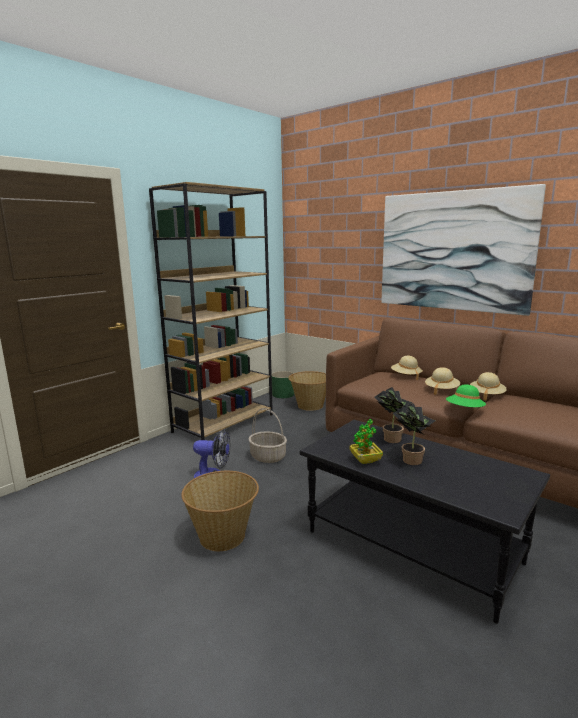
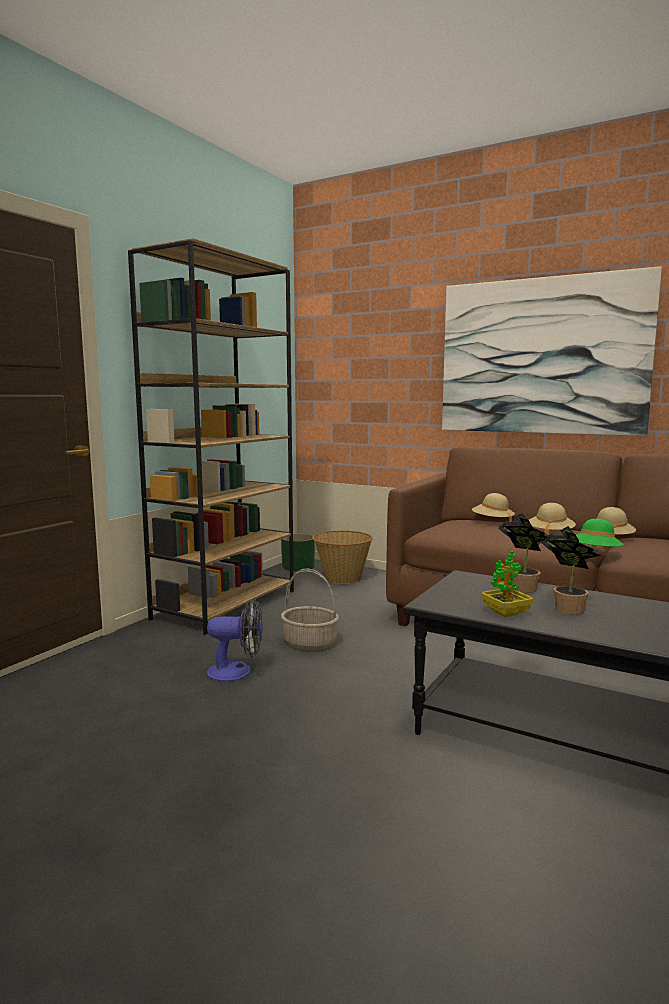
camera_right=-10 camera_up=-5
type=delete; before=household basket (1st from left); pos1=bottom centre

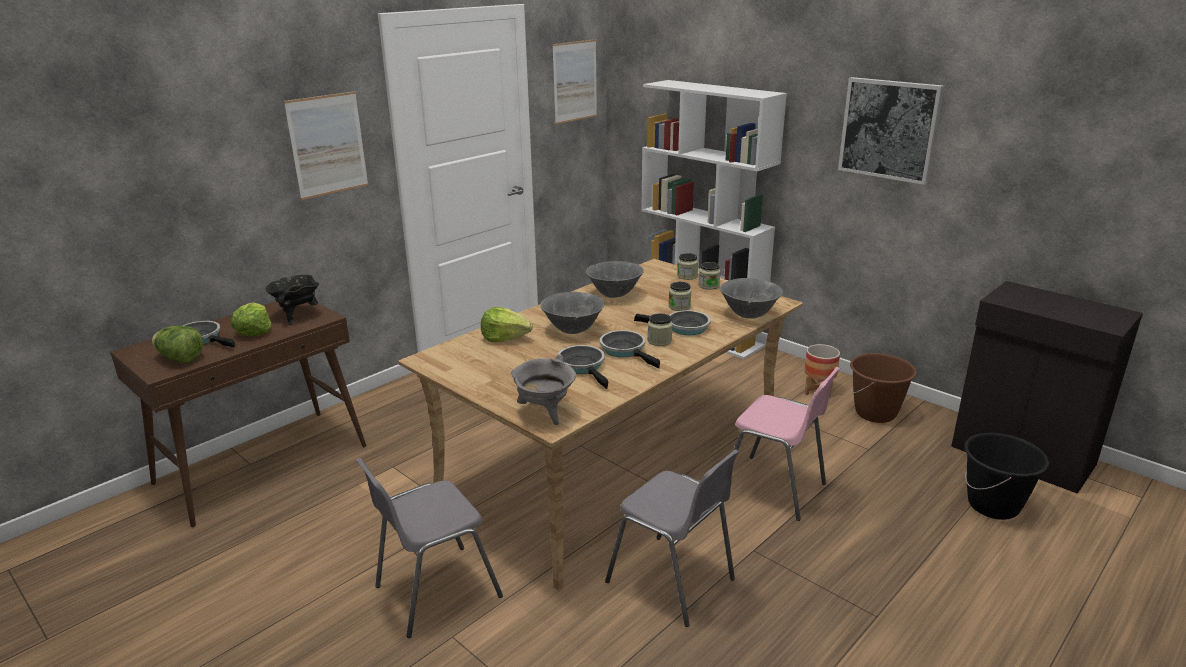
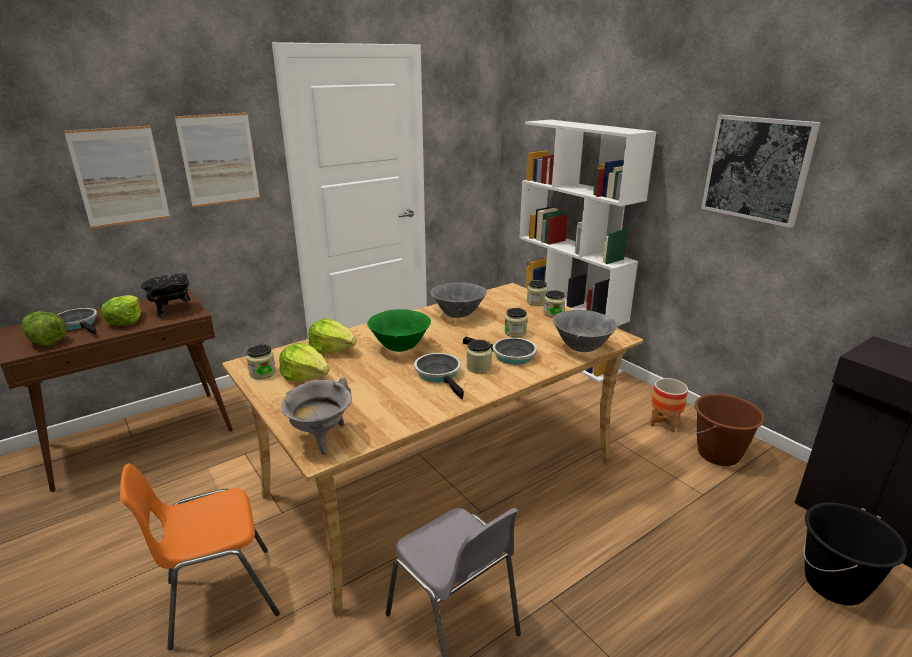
camera_right=10 camera_up=0
type=recolor; before=plain chair in greyish (1st from left); after=plain chair in orangey; pos1=bottom centre; pos2=bottom left
type=recolor; before=deep dish in greyish (1st from left); after=deep dish in green-coloured; pos1=centre; pos2=centre
type=move; before=picture (2nd from left in the first image); after=picture (1st from left); pos1=top centre; pos2=top left
type=delete; before=pan (2nd from left); pos1=centre
type=delete; before=plain chair in pink-coloured; pos1=centre
type=insert; after=preserve jar (1st from left); pos2=middle left
type=insert; after=lettuce head (3rd from left); pos2=centre

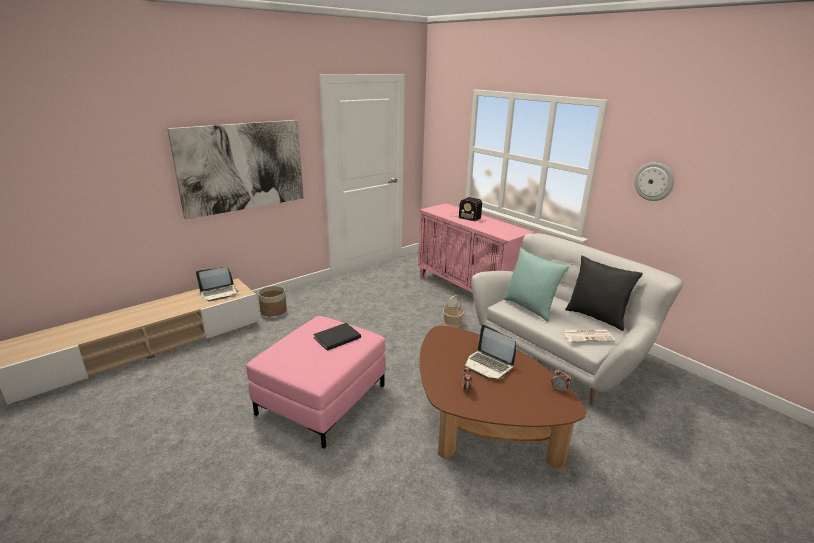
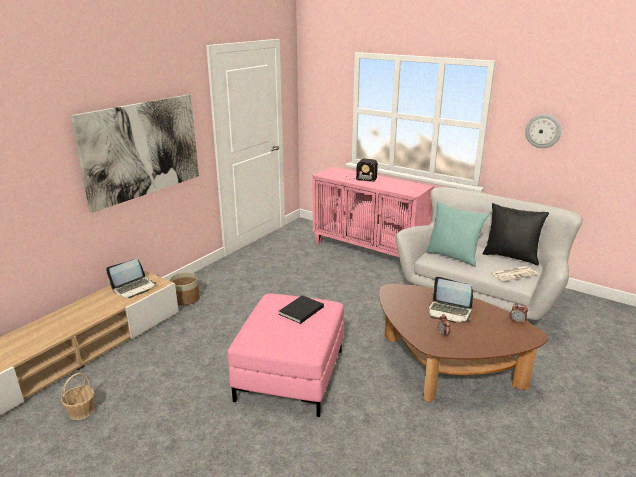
camera_right=-15 camera_up=0
type=move; before=household basket; pos1=centre; pos2=bottom left

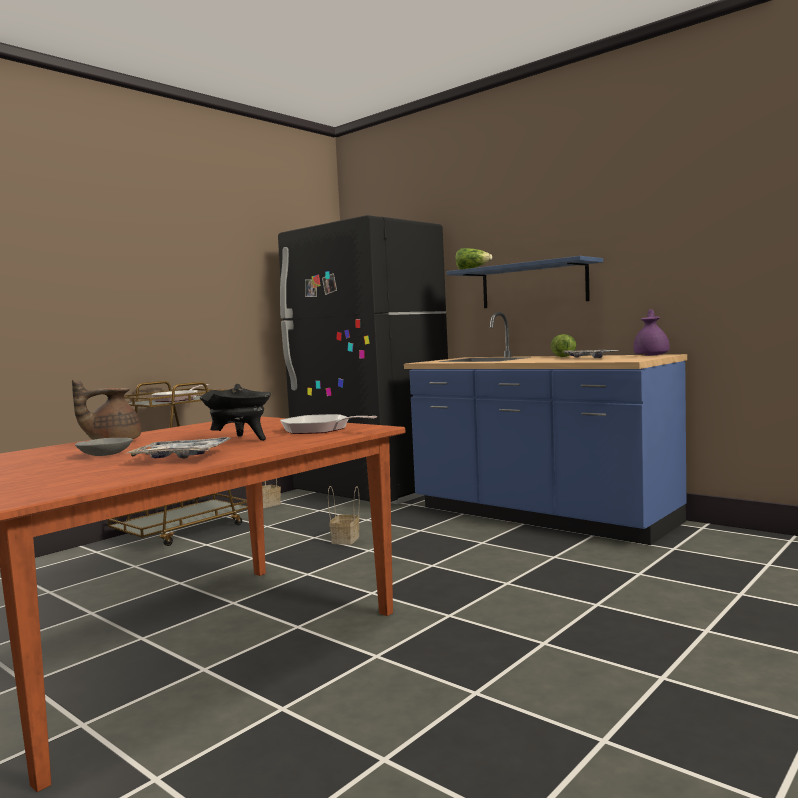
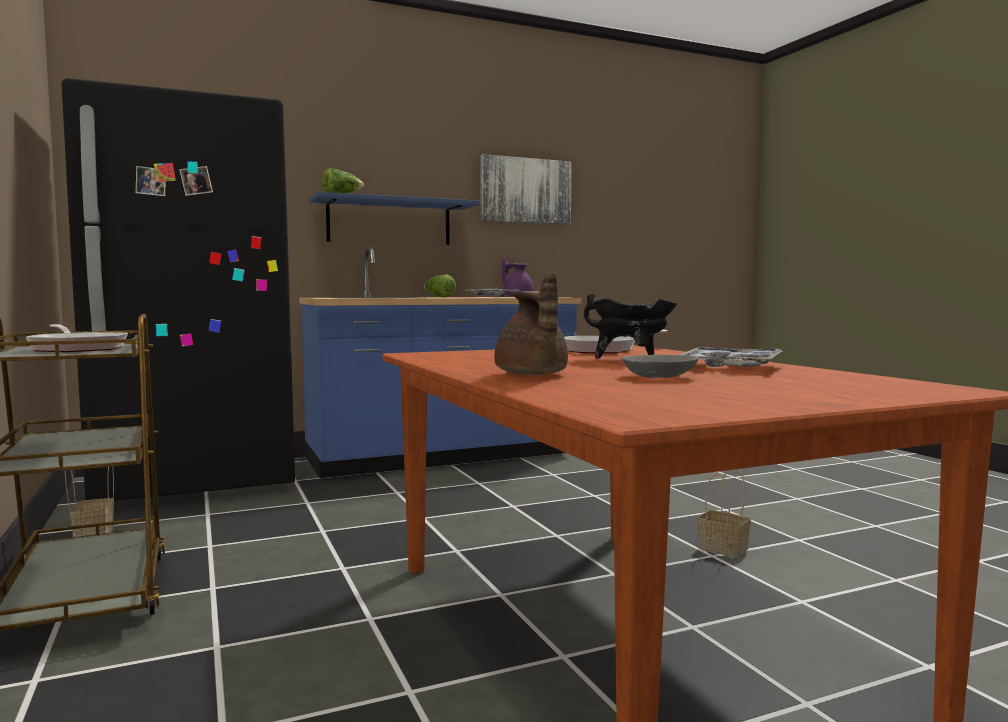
camera_right=-65 camera_up=0
type=move; before=household basket (2nd from left); pos1=centre; pos2=bottom right
type=insert; after=picture; pos2=top centre

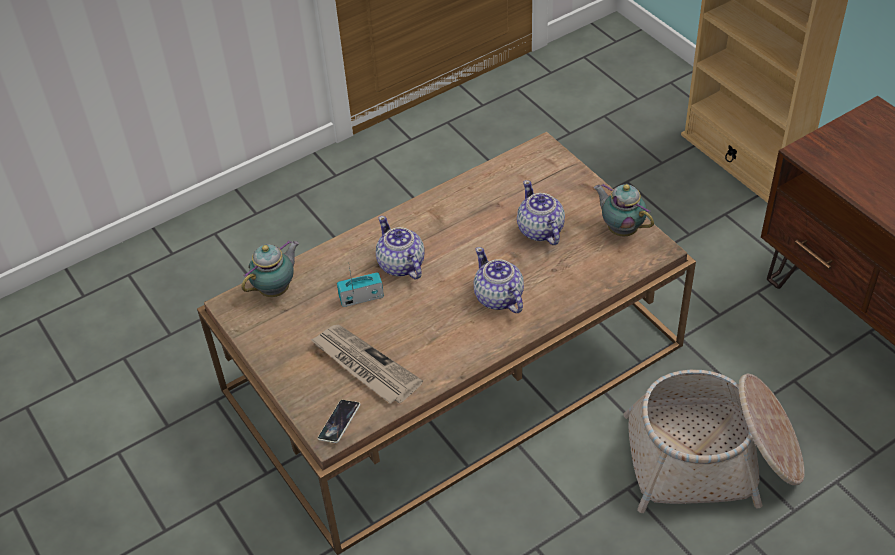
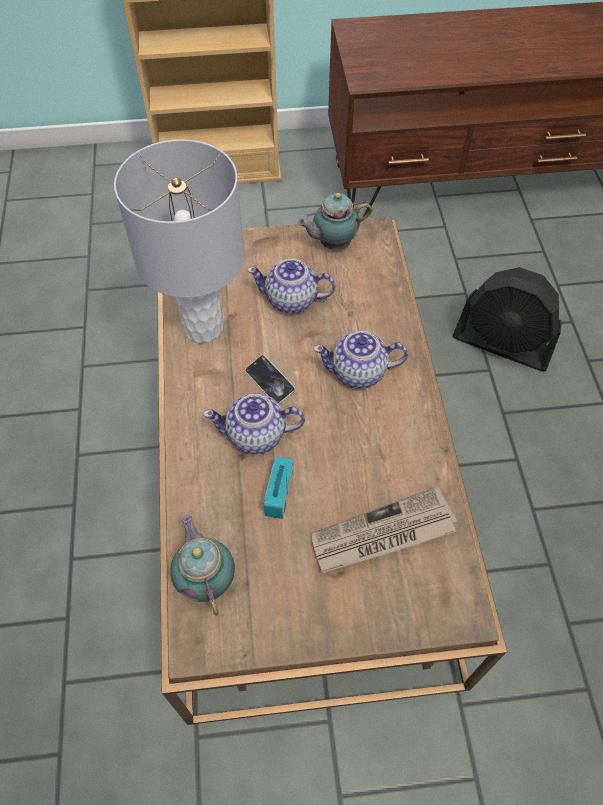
camera_right=-65 camera_up=10
type=move; before=telephone; pos1=bottom centre; pos2=centre
type=replace; before=household basket; after=cooling fan in black; pos1=bottom right; pos2=middle right
type=insert; after=table lamp in greyish; pos2=top left

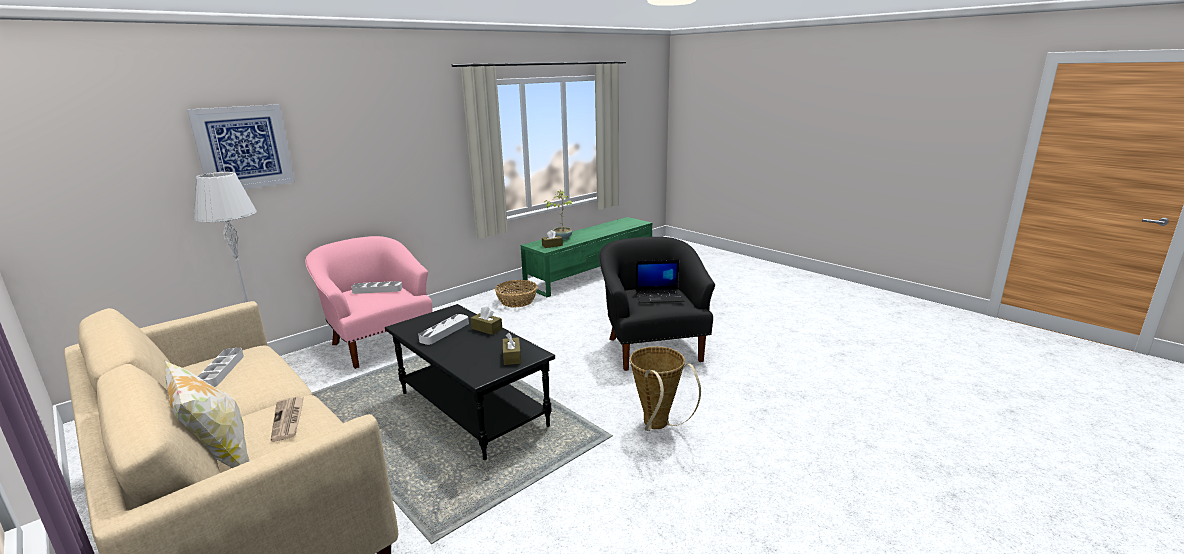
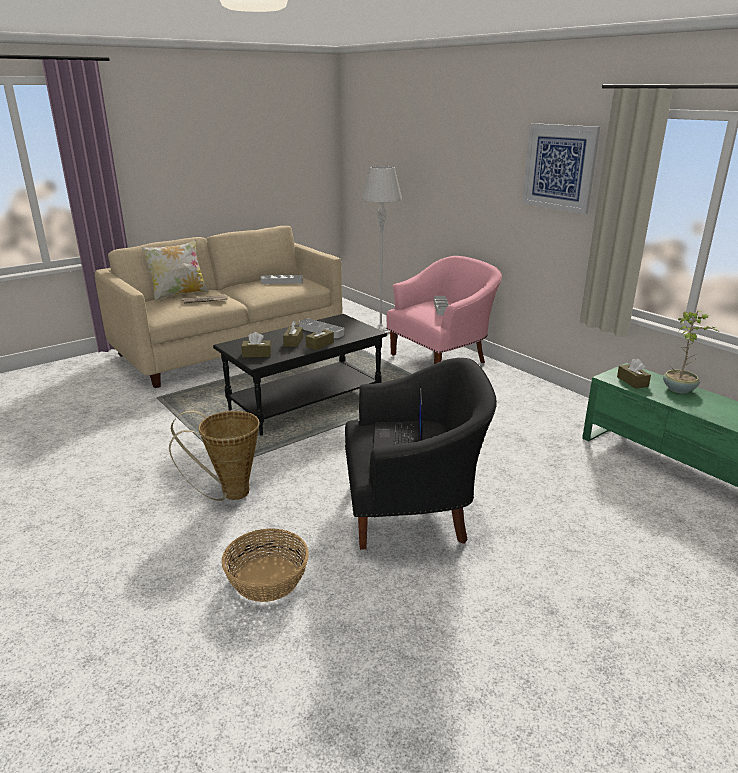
camera_right=95 camera_up=5
type=move; before=picture; pos1=top left; pos2=top right
type=move; before=household basket (1st from left in the first image); after=household basket (2nd from left); pos1=centre; pos2=bottom centre
type=insert; after=tissue box in brownish (2nd from left); pos2=centre

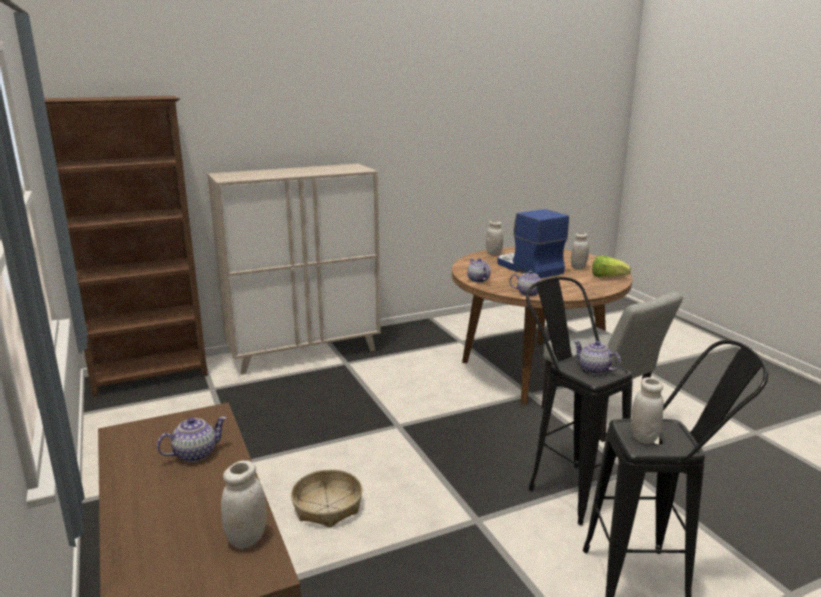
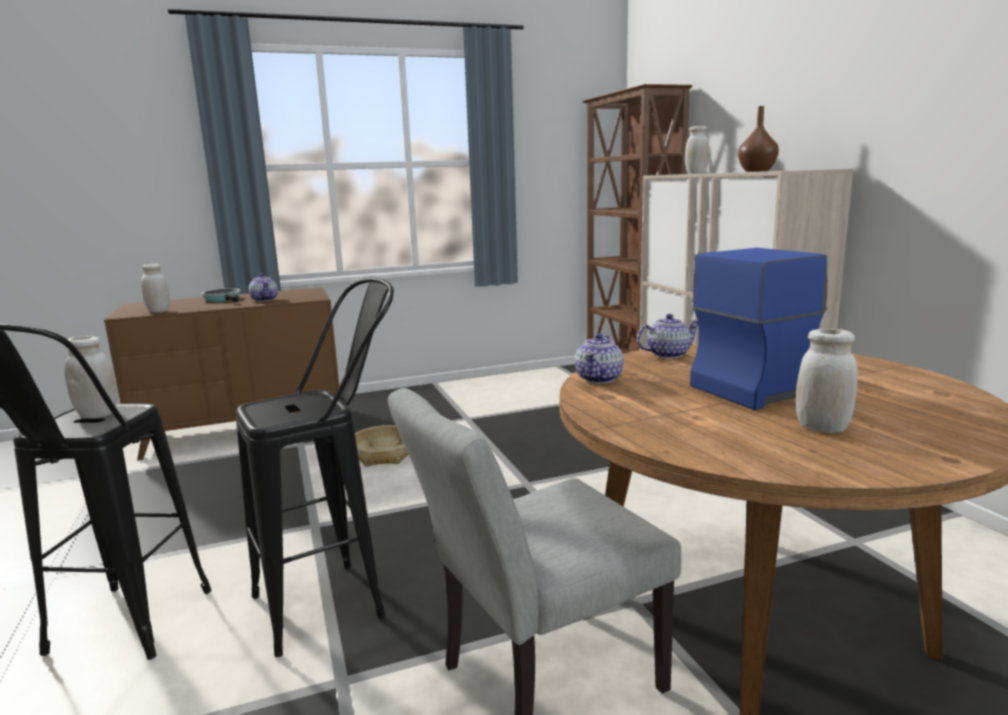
camera_right=95 camera_up=-5
type=move; before=preserve jar in whitish (2nd from left in the first image); after=preserve jar in whitish (3rd from left); pos1=centre; pos2=top right
type=delete; before=tea pot (4th from left); pos1=middle right
type=delete; before=lettuce head; pos1=middle right
type=insert; after=pan; pos2=middle left
type=insert; after=decorative vase in brownish; pos2=top right

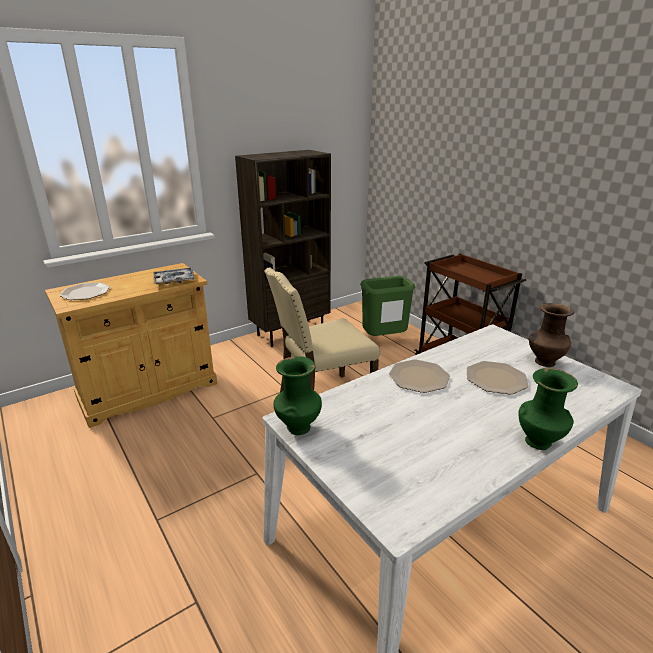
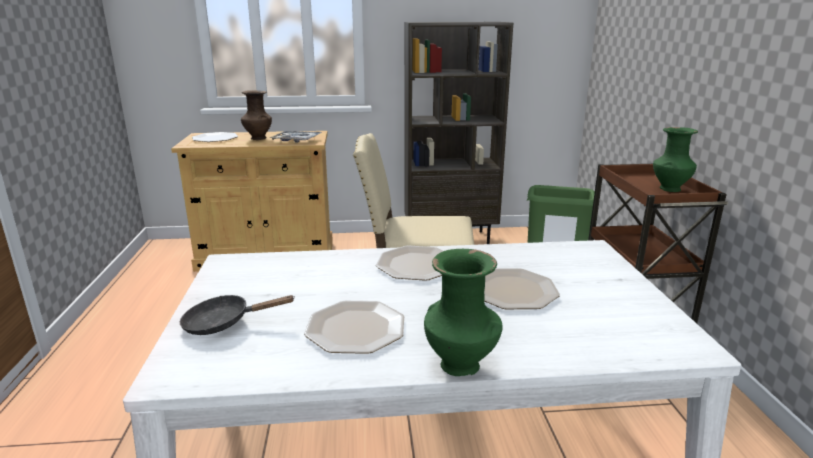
camera_right=30 camera_up=-5
type=move; before=decorative vase in green-coloured (1st from left in the first image); after=decorative vase in green-coloured (2nd from left); pos1=centre; pos2=middle right
type=move; before=decorative vase in brownish; pos1=middle right; pos2=top left
type=insert; after=pan in black; pos2=bottom left
type=insert; after=flat dish (2nd from left); pos2=bottom centre

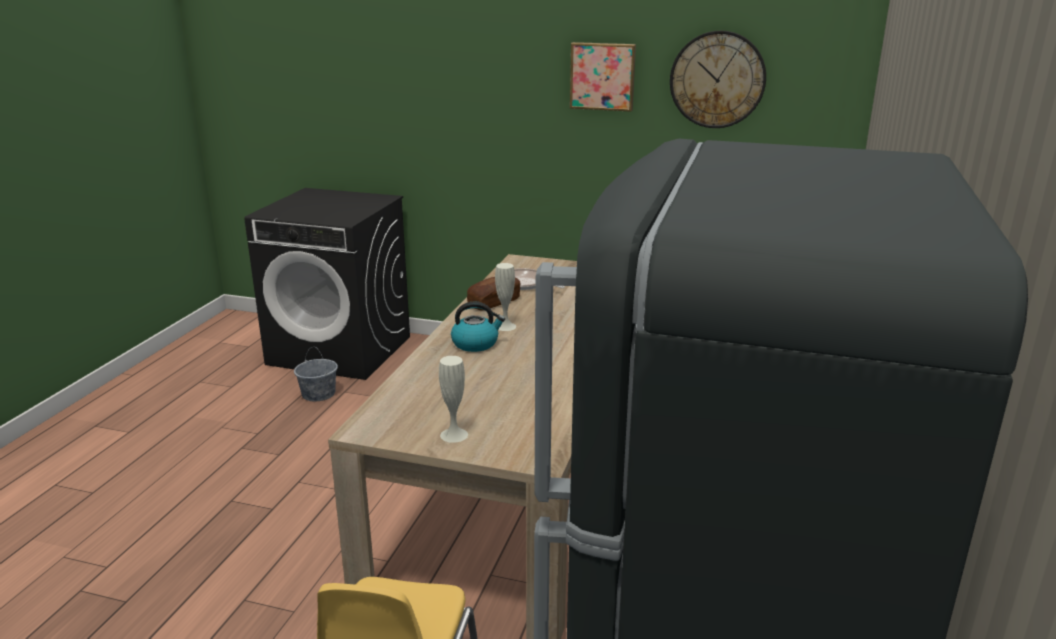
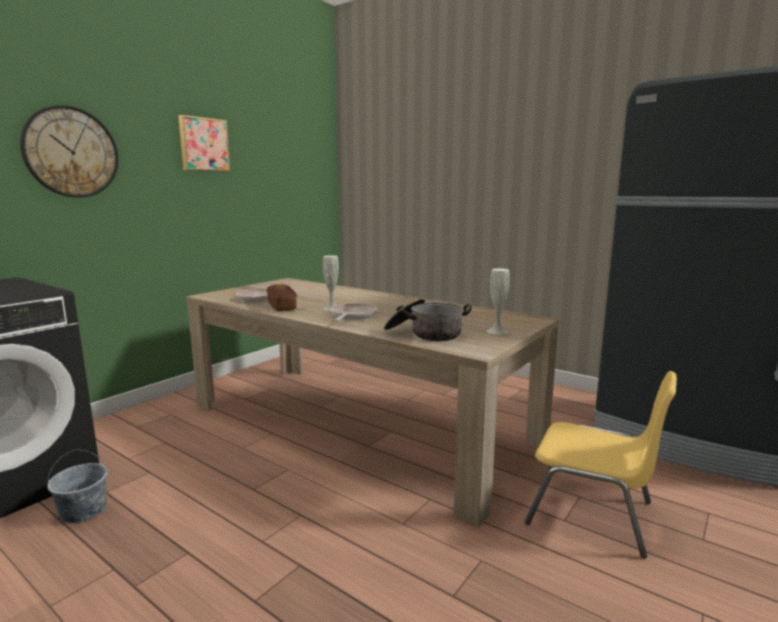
camera_right=-70 camera_up=-10
type=replace; before=tea kettle; after=pan (2nd from left); pos1=centre; pos2=centre
type=move; before=clock on the wall; pos1=top right; pos2=top left
type=insert; after=saucepot; pos2=centre

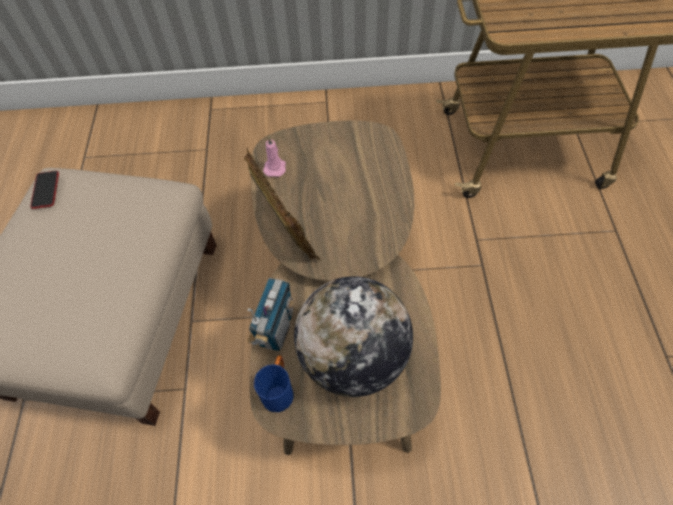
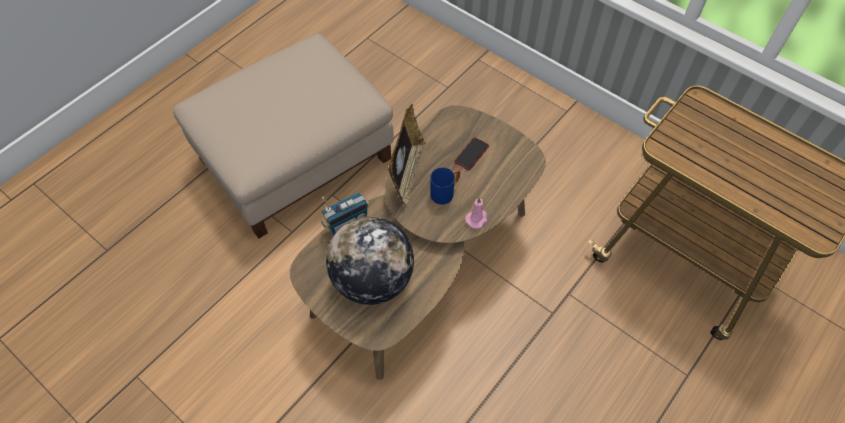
camera_right=40 camera_up=0
type=move; before=telephone; pos1=middle left; pos2=centre
type=move; before=tea mug in blue-coloured; pos1=bottom centre; pos2=centre
type=move; before=candle in pink-coloured; pos1=top centre; pos2=centre

